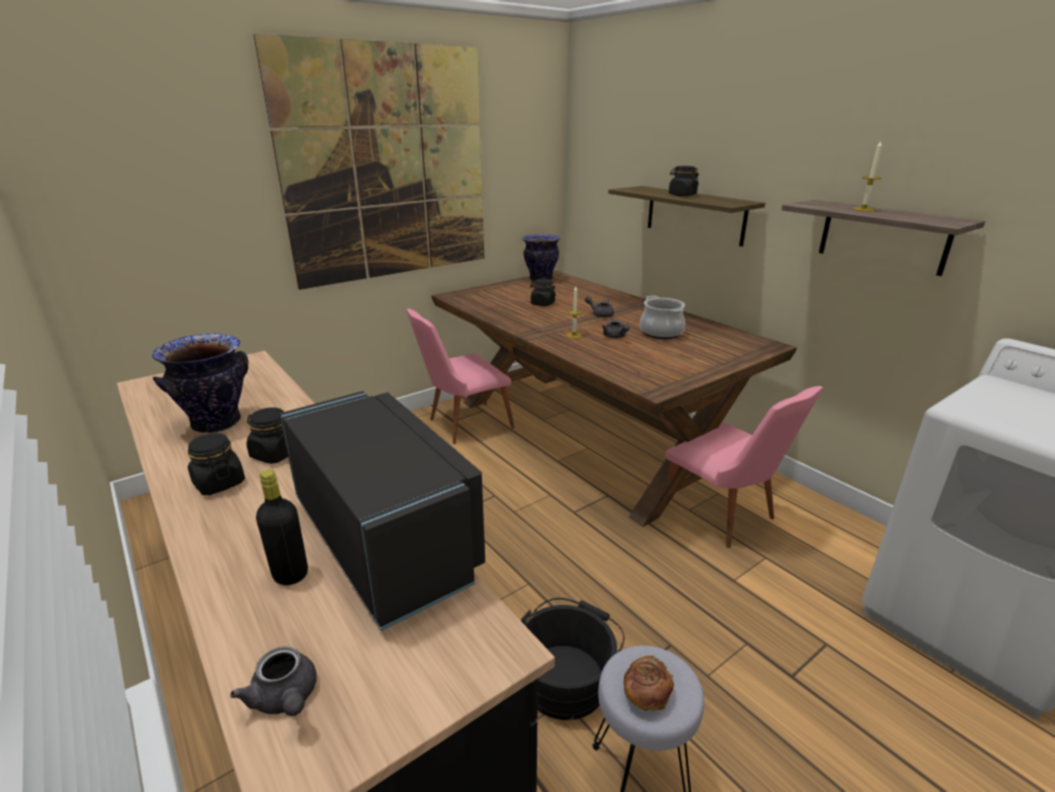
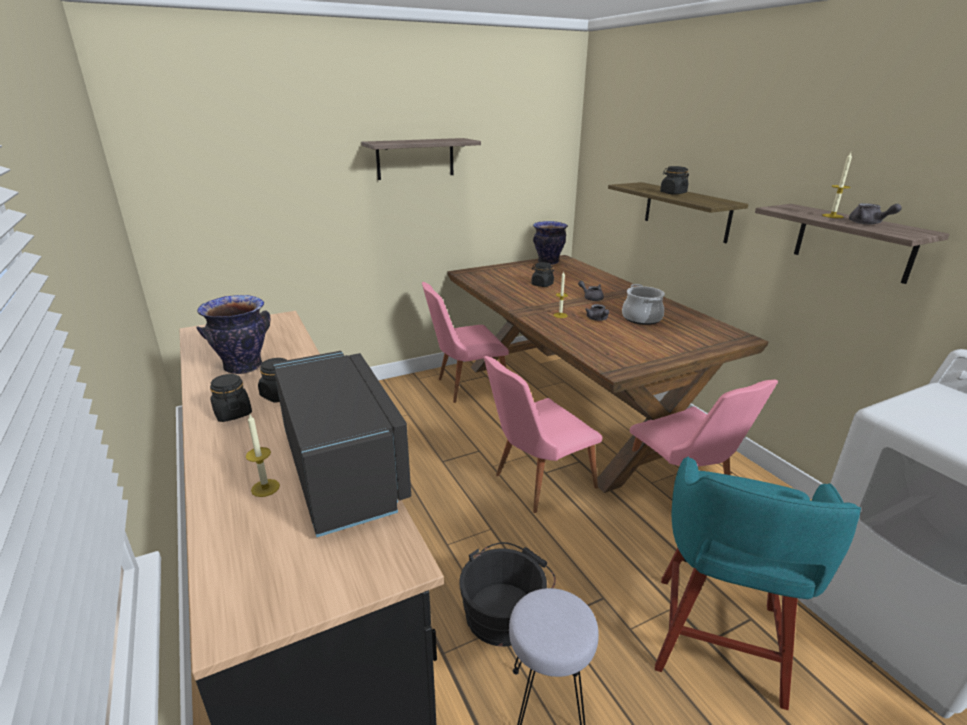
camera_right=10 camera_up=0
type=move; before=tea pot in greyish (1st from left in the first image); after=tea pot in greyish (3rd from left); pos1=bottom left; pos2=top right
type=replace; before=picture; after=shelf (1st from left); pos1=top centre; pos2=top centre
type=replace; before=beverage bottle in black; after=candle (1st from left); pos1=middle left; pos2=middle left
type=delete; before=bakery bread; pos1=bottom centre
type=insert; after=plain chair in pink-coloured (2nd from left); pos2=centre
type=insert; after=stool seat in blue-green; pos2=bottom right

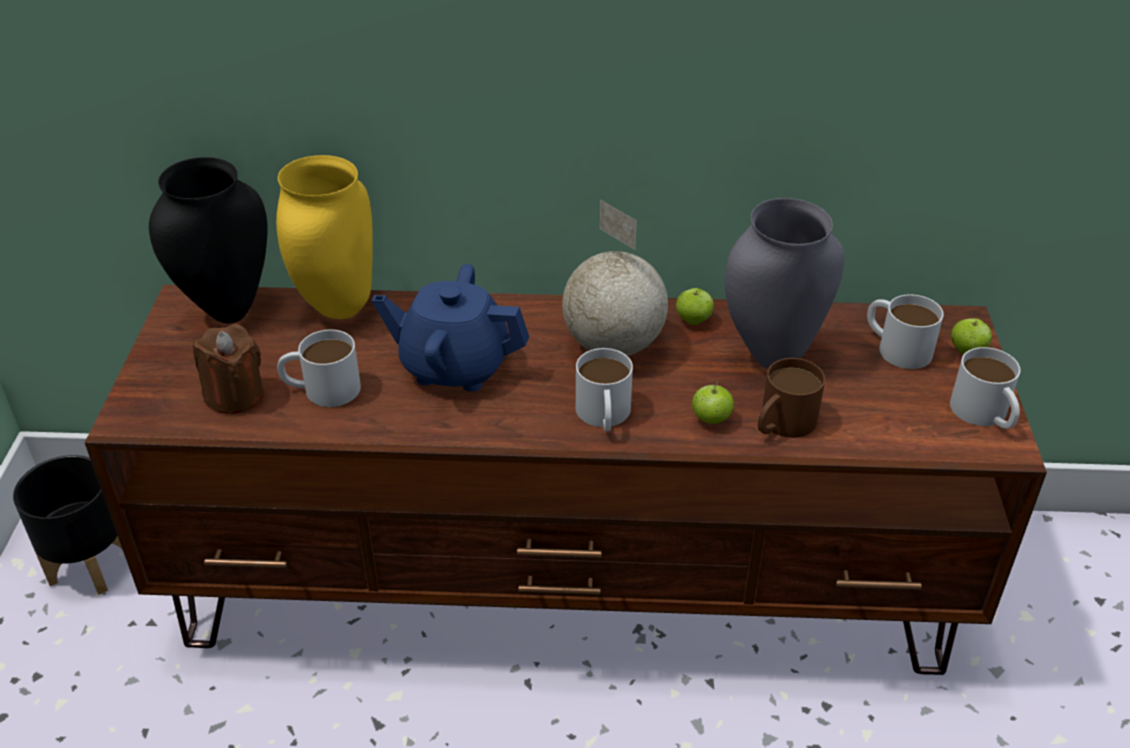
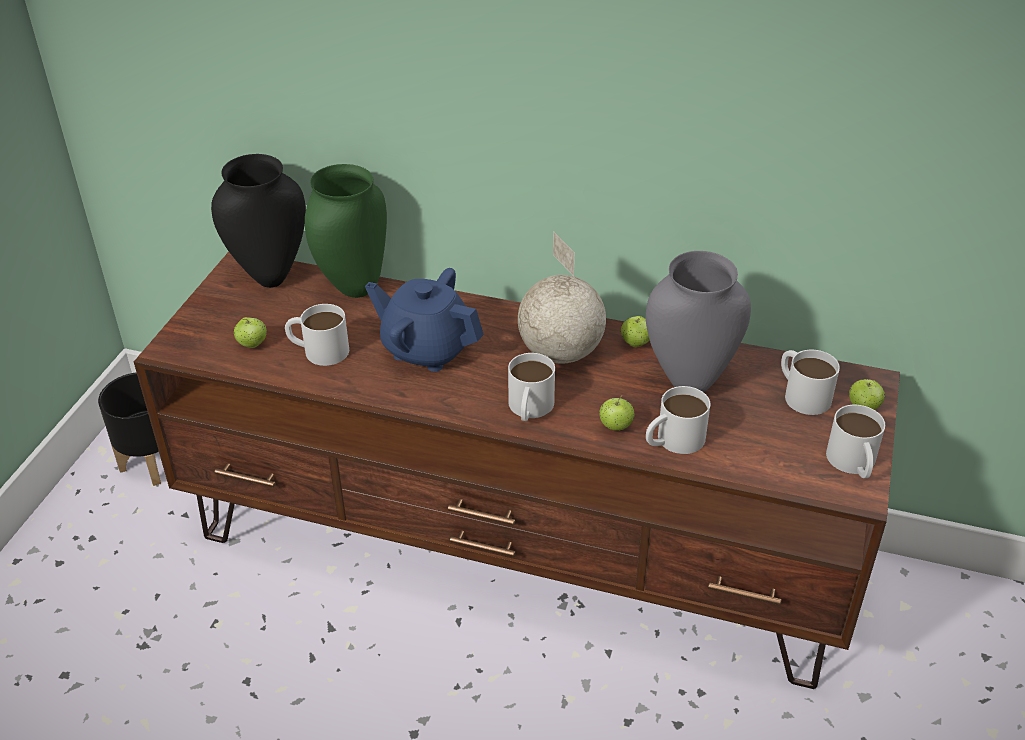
camera_right=15 camera_up=0
type=replace; before=candle in brownish; after=apple fruit (1st from left); pos1=middle left; pos2=middle left
type=recolor; before=decorative vase in yellowish; after=decorative vase in green-coloured; pos1=top left; pos2=top centre
type=recolor; before=tea mug in brownish; after=tea mug in whitish (3rd from left); pos1=middle right; pos2=centre

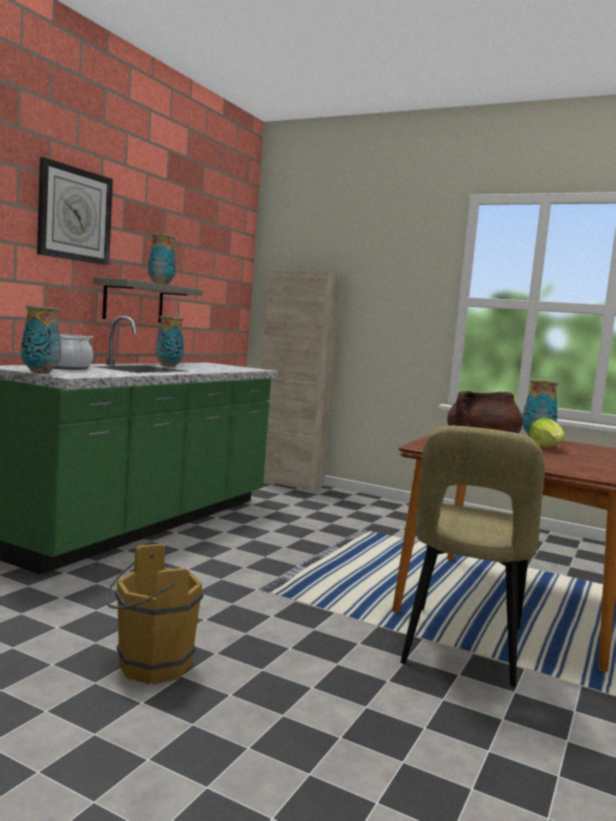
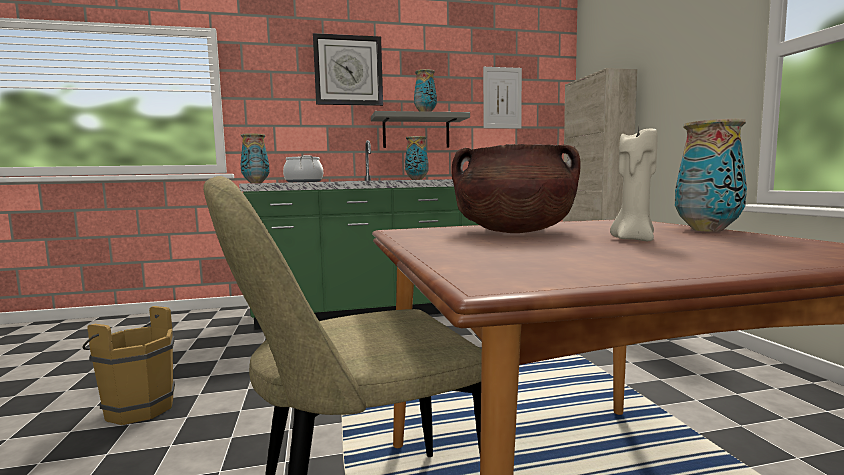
camera_right=50 camera_up=0
type=replace; before=lettuce head; after=candle in sand-coloured; pos1=middle right; pos2=middle right
type=insert; after=picture; pos2=top centre

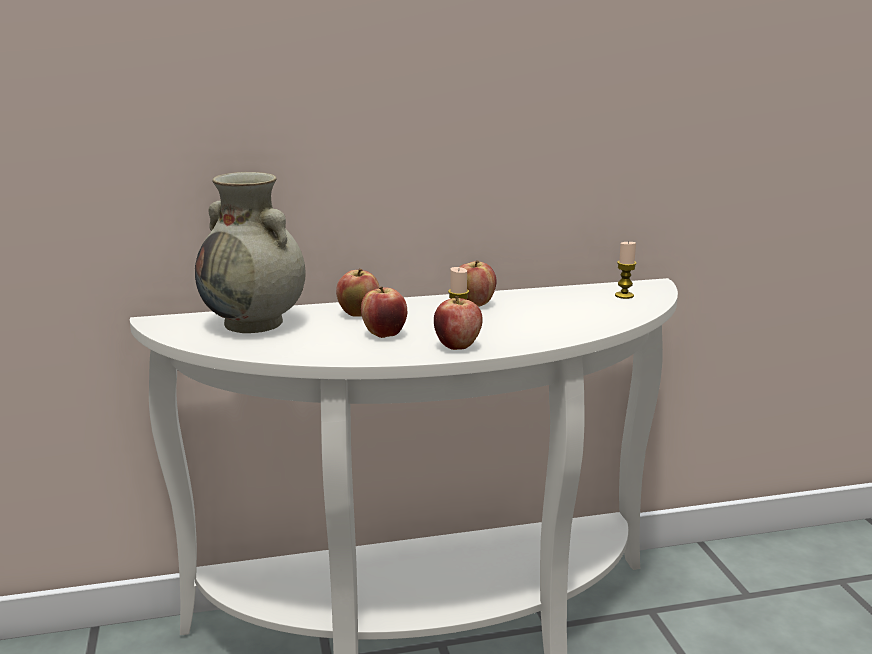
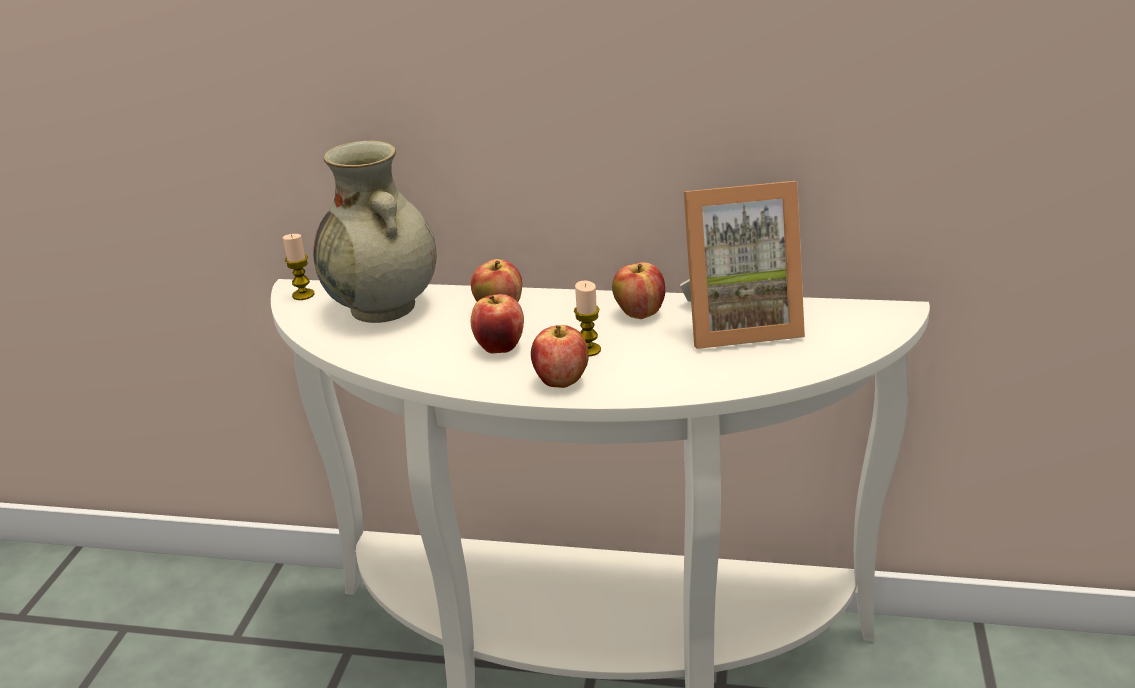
camera_right=25 camera_up=10
type=move; before=candle (2nd from left in the first image); after=candle (1st from left); pos1=middle right; pos2=middle left
type=insert; after=picture frame; pos2=centre

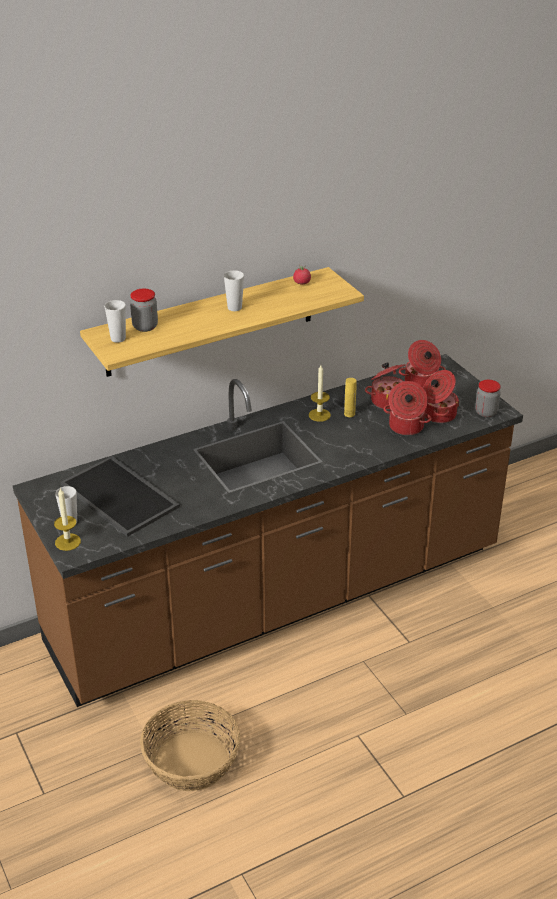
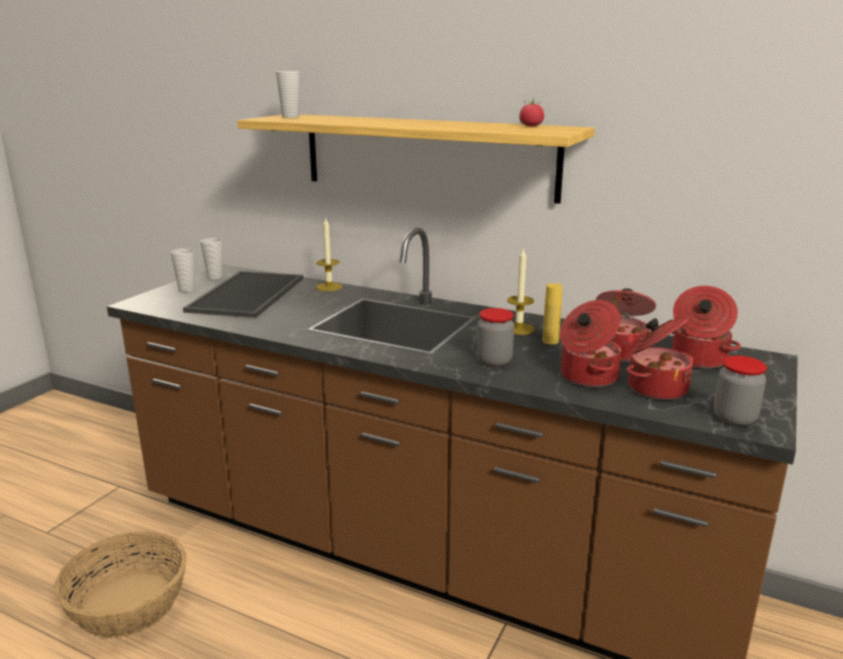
camera_right=55 camera_up=-15
type=move; before=candle (1st from left); pos1=middle left; pos2=centre
type=move; before=preserve jar (1st from left); pos1=middle left; pos2=centre
type=move; before=cup (3rd from left in the first image); after=cup (2nd from left); pos1=top centre; pos2=middle left

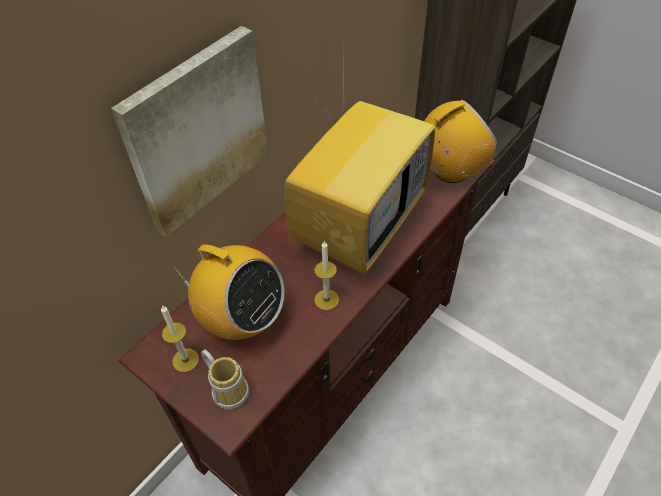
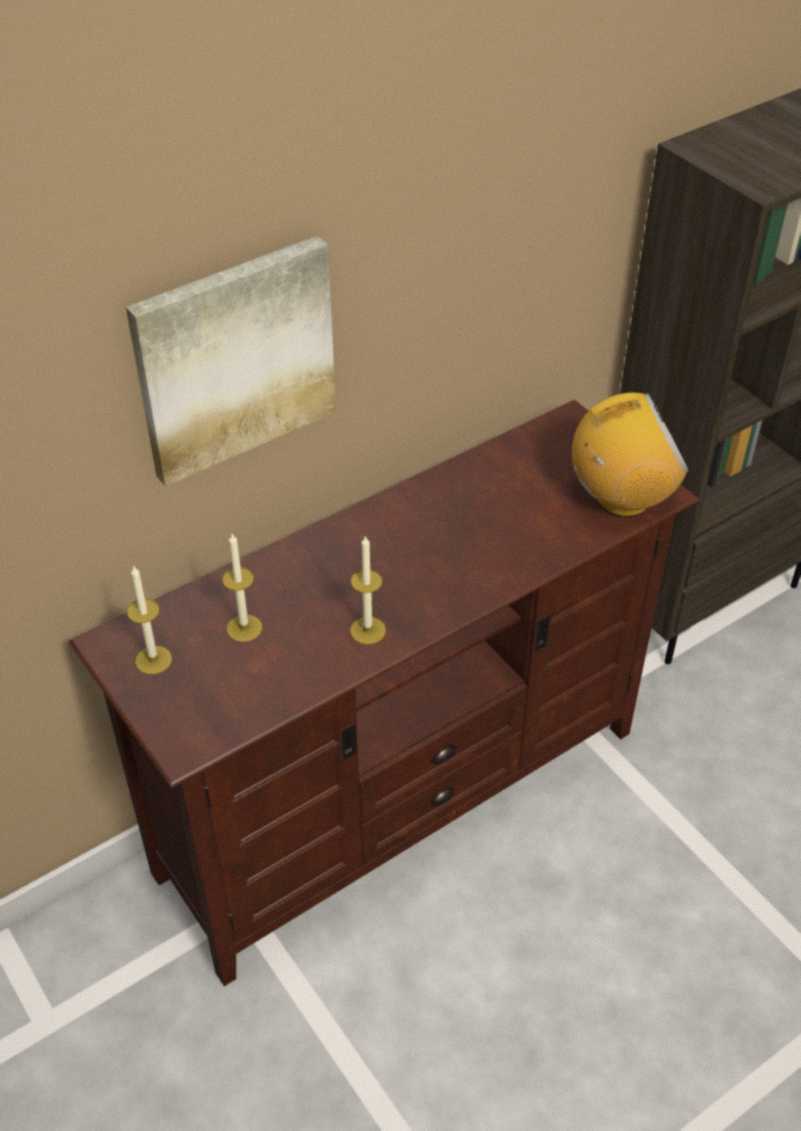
camera_right=15 camera_up=-5
type=replace; before=radio (1st from left); after=candle (2nd from left); pos1=centre; pos2=middle left
type=delete; before=tea mug; pos1=bottom centre
type=delete; before=TV; pos1=top centre

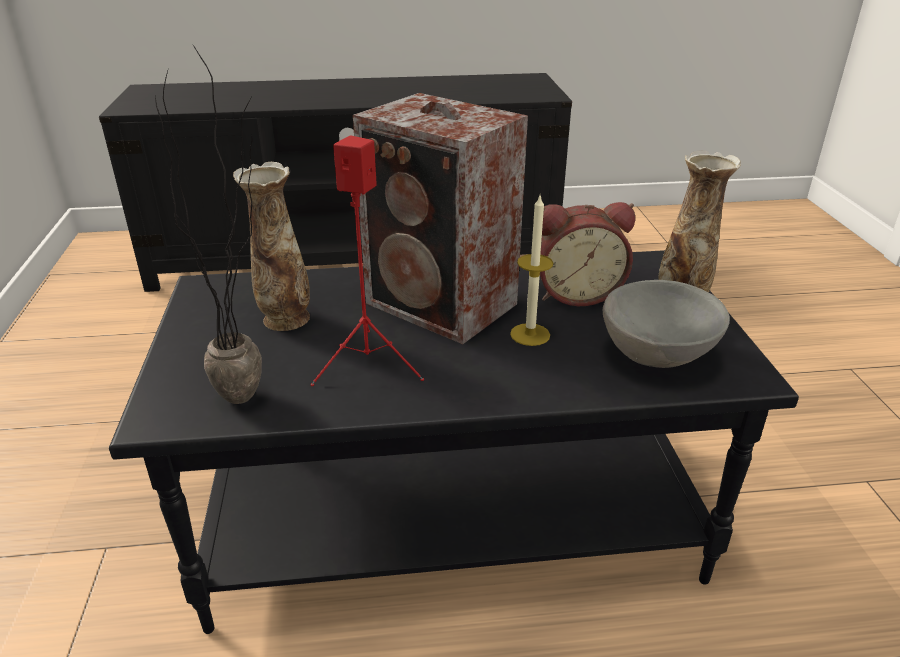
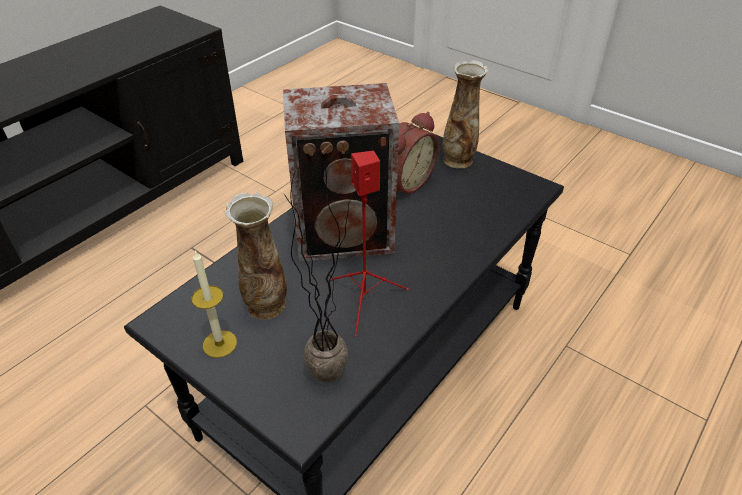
camera_right=-45 camera_up=10
type=move; before=candle; pos1=centre; pos2=middle left
type=delete; before=deep dish in greyish; pos1=middle right

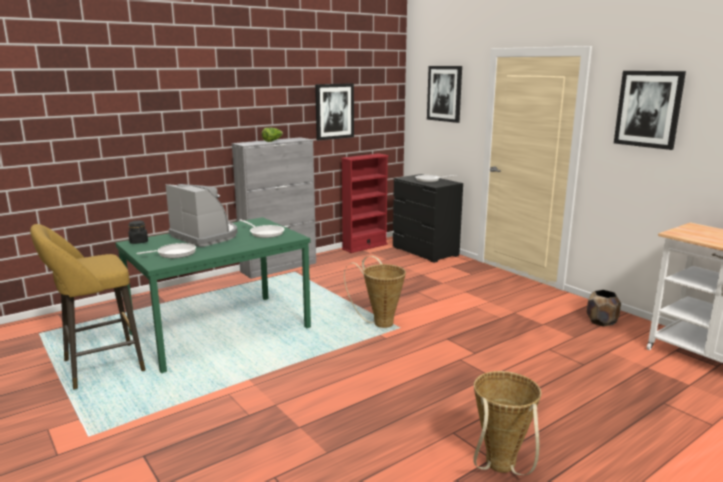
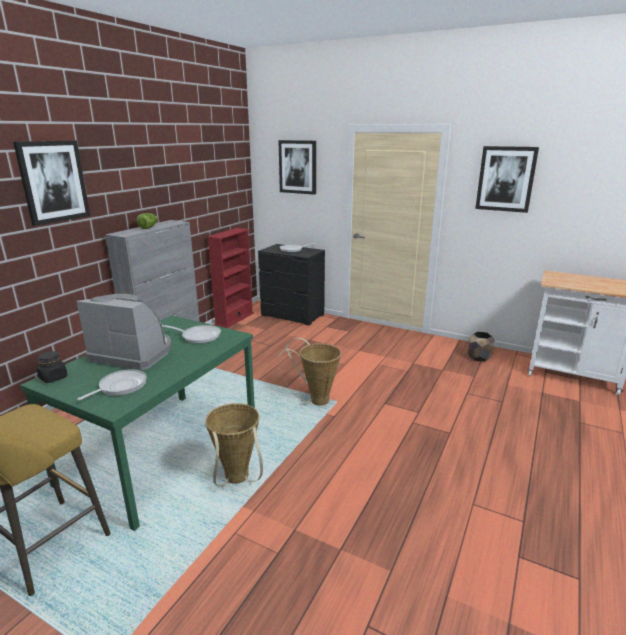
camera_right=-25 camera_up=5
type=move; before=picture (1st from left); pos1=top centre; pos2=top left
type=move; before=household basket (2nd from left in the first image); after=household basket (1st from left); pos1=bottom right; pos2=bottom centre

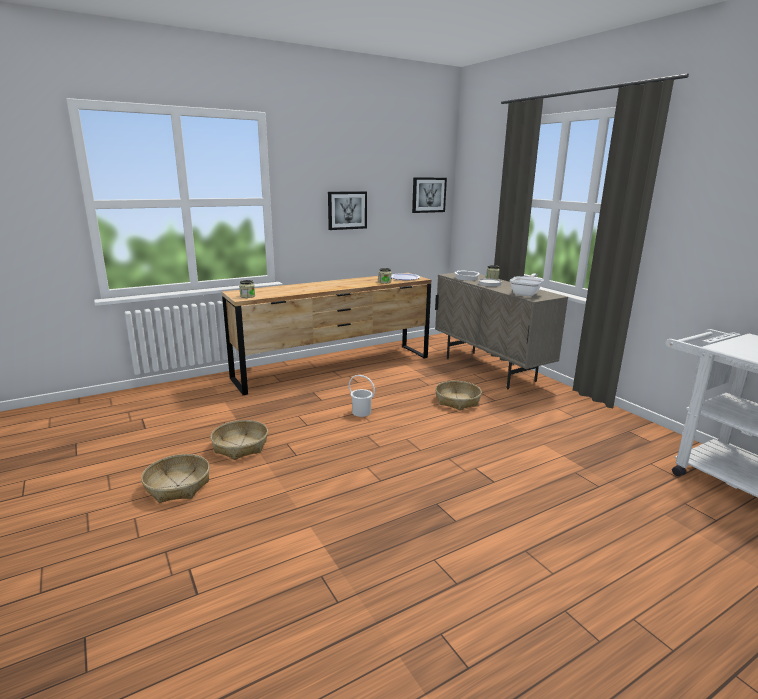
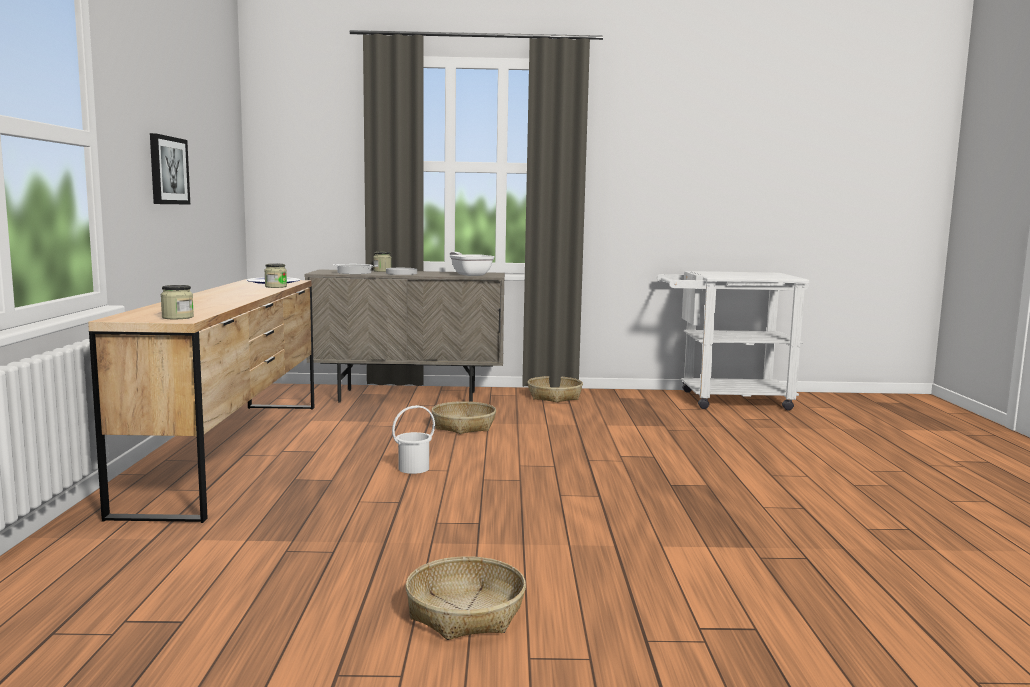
camera_right=-60 camera_up=-10
type=move; before=household basket (2nd from left in the first image); after=household basket (3rd from left); pos1=middle left; pos2=centre
type=delete; before=picture (2nd from left); pos1=top centre

